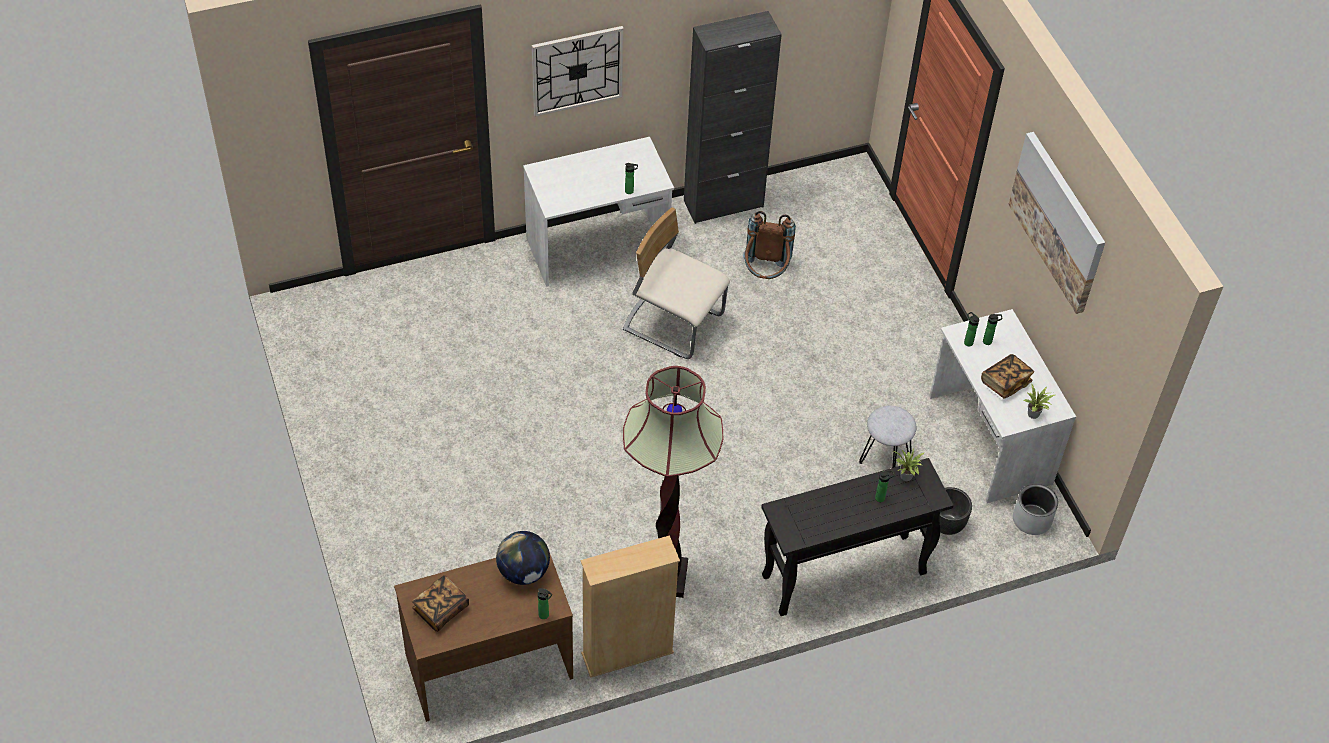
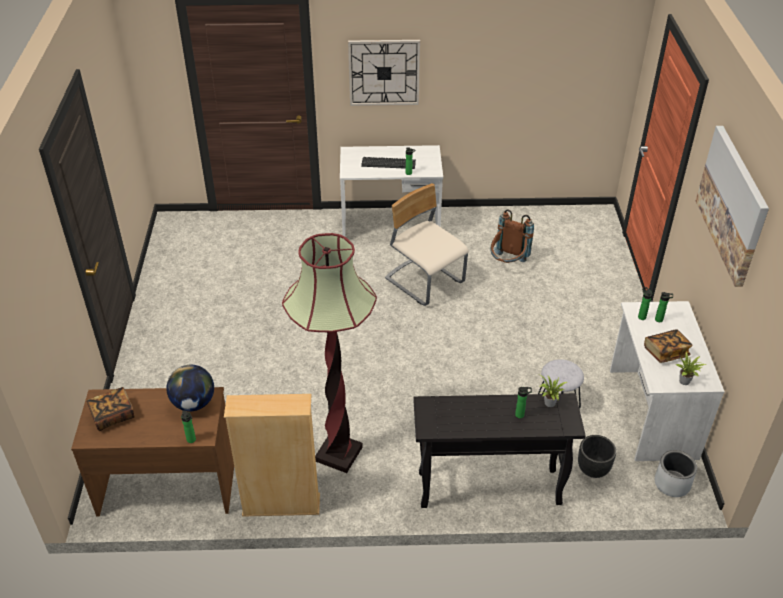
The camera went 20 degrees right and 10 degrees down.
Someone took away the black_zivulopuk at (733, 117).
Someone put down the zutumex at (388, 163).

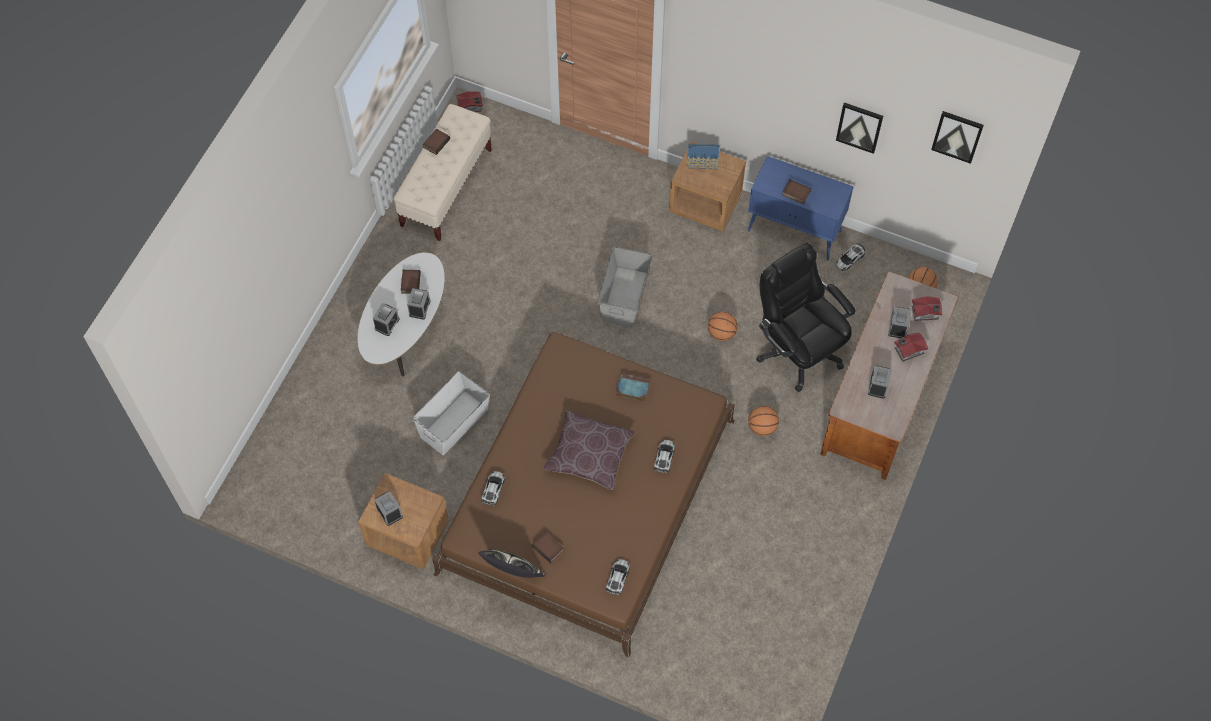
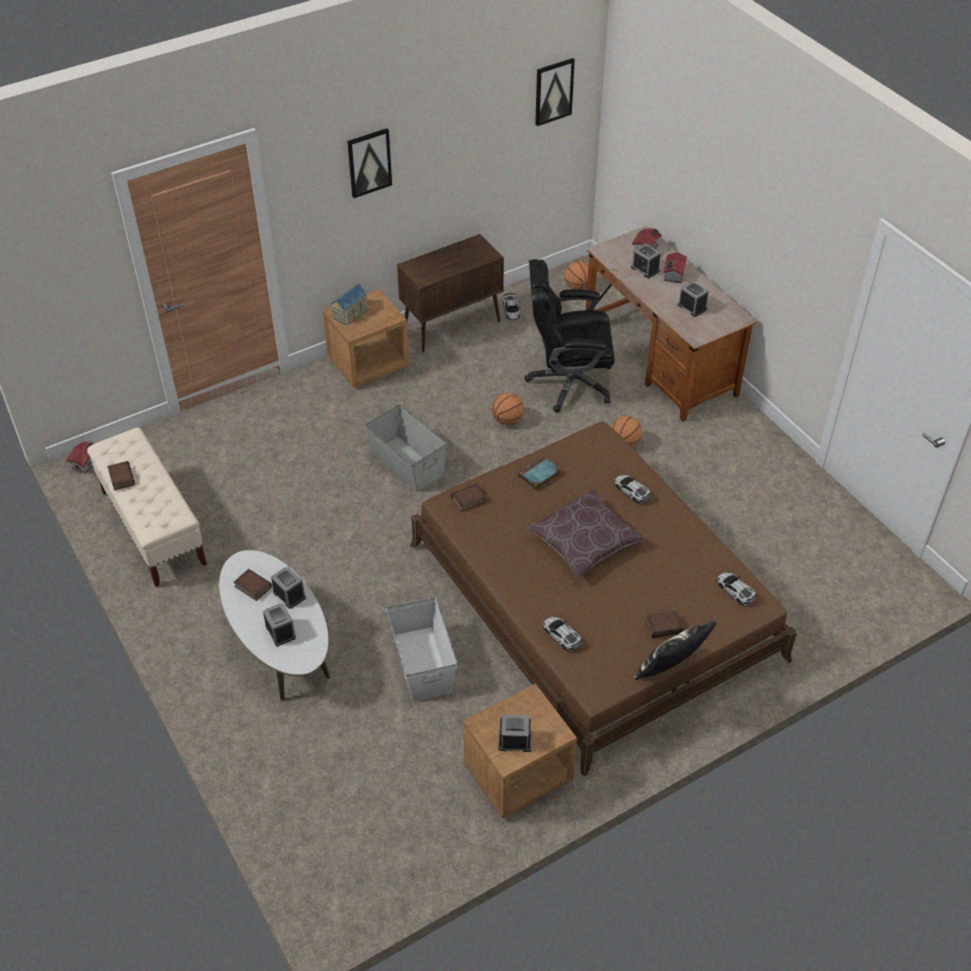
The camera went 55 degrees left and 15 degrees down.
Someone carried the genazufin from (859, 128) to (369, 163).
Someone repainted the blue_zivulopuk at (801, 208), which became the brown_zivulopuk at (450, 293).
Someone carried the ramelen from (796, 191) to (469, 498).

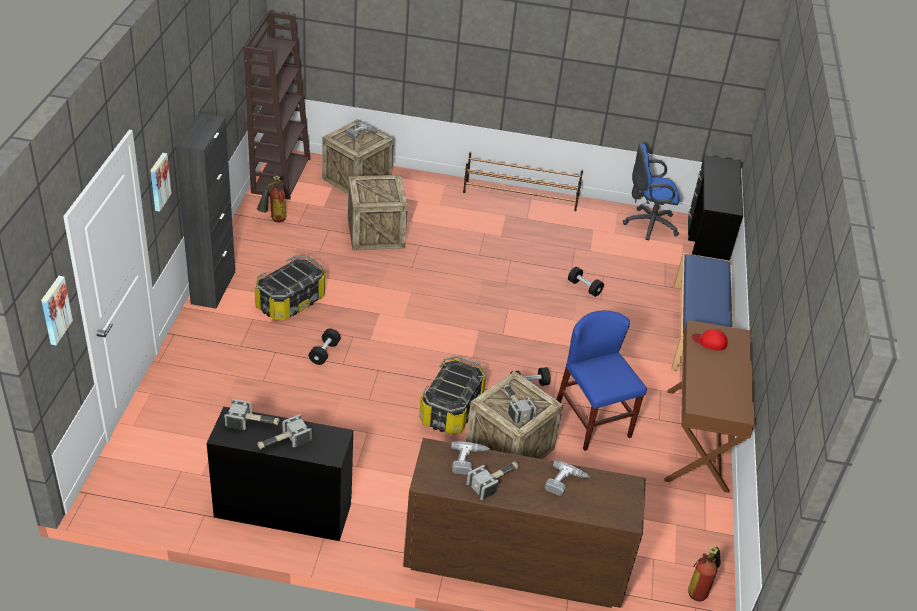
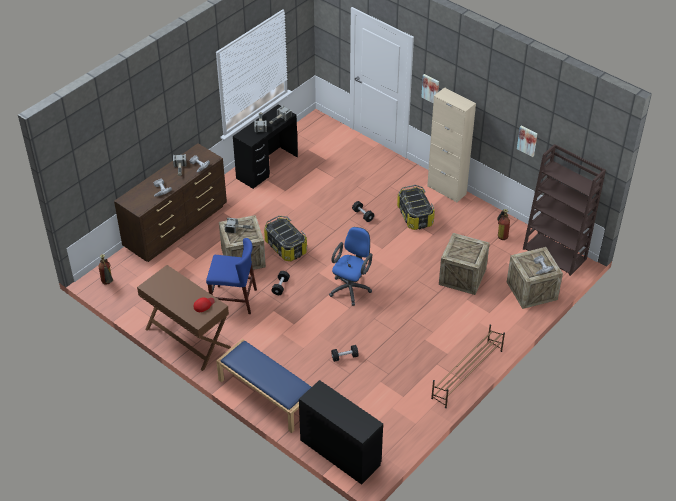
The camera went 125 degrees right and 5 degrees up.
Someone repainted the black_zivulopuk at (205, 211), which became the beige_zivulopuk at (451, 145).
Someone carried the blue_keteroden from (651, 192) to (350, 266).
Someone carried the genazufin from (57, 310) to (527, 141).

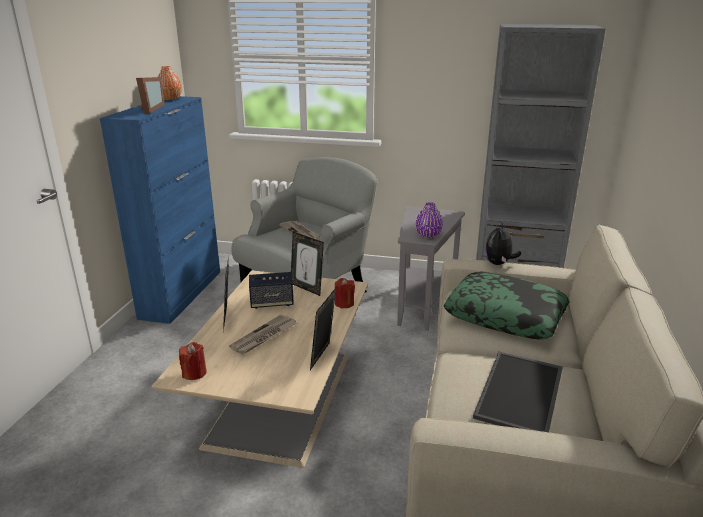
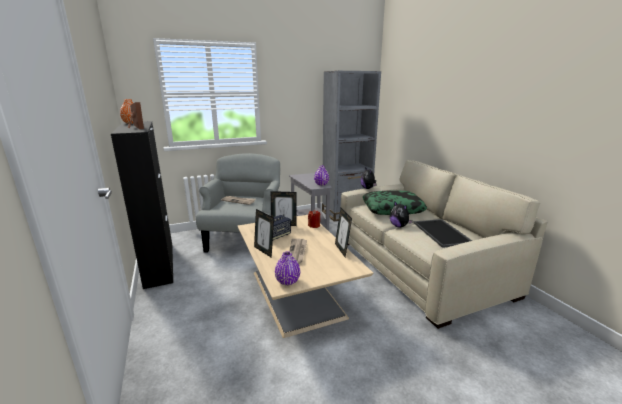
The camera went 35 degrees left and 5 degrees down.
Someone repainted the blue_zivulopuk at (160, 210), which became the black_zivulopuk at (142, 205).
Someone swapped the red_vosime at (193, 361) for the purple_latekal at (287, 268).
Someone put down the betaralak at (401, 214).

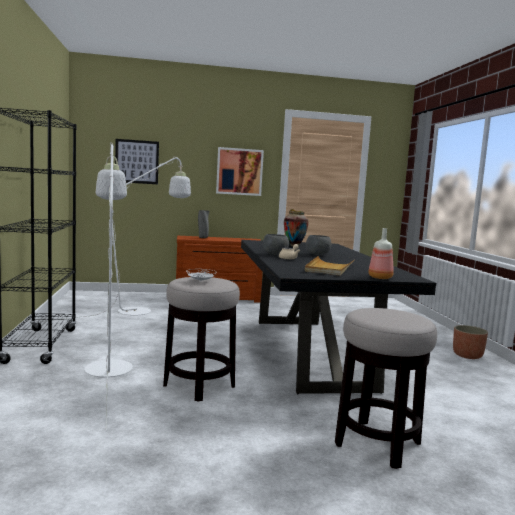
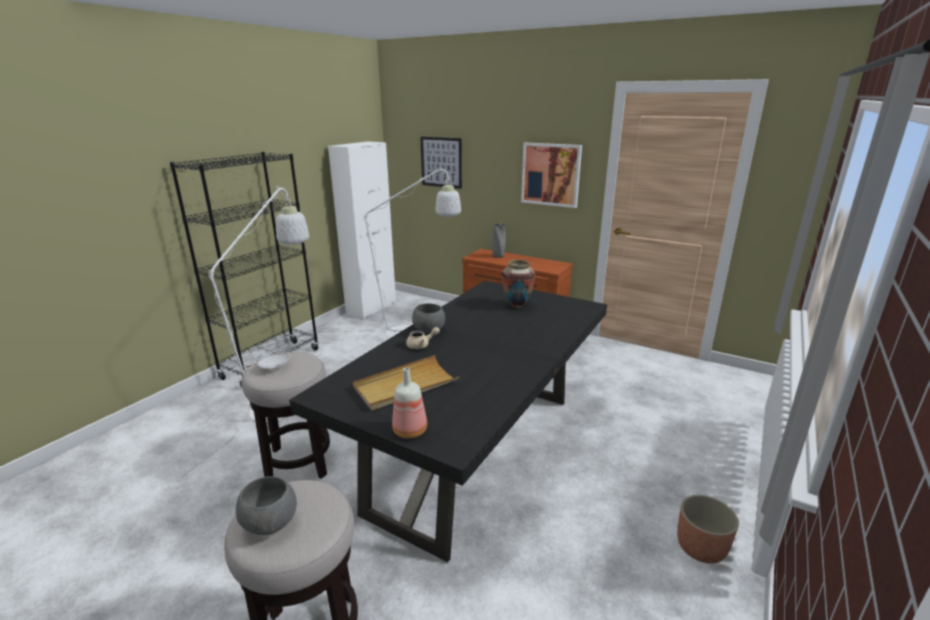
The camera went 40 degrees right and 15 degrees up.
Someone carried the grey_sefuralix from (318, 245) to (266, 505).
Someone put down the white_zivulopuk at (362, 230).

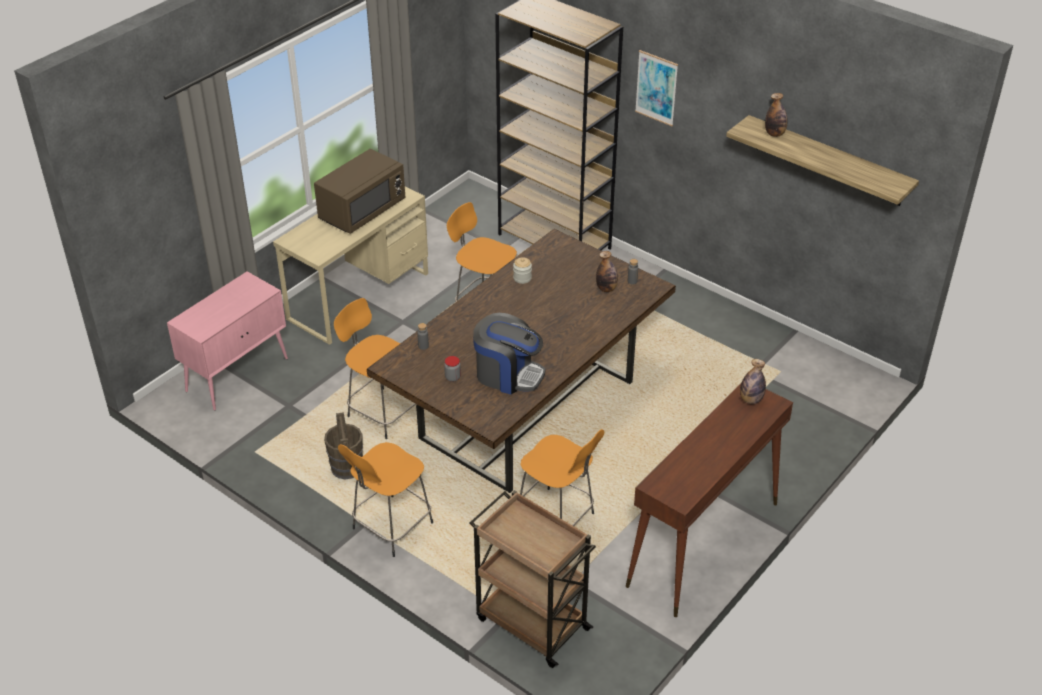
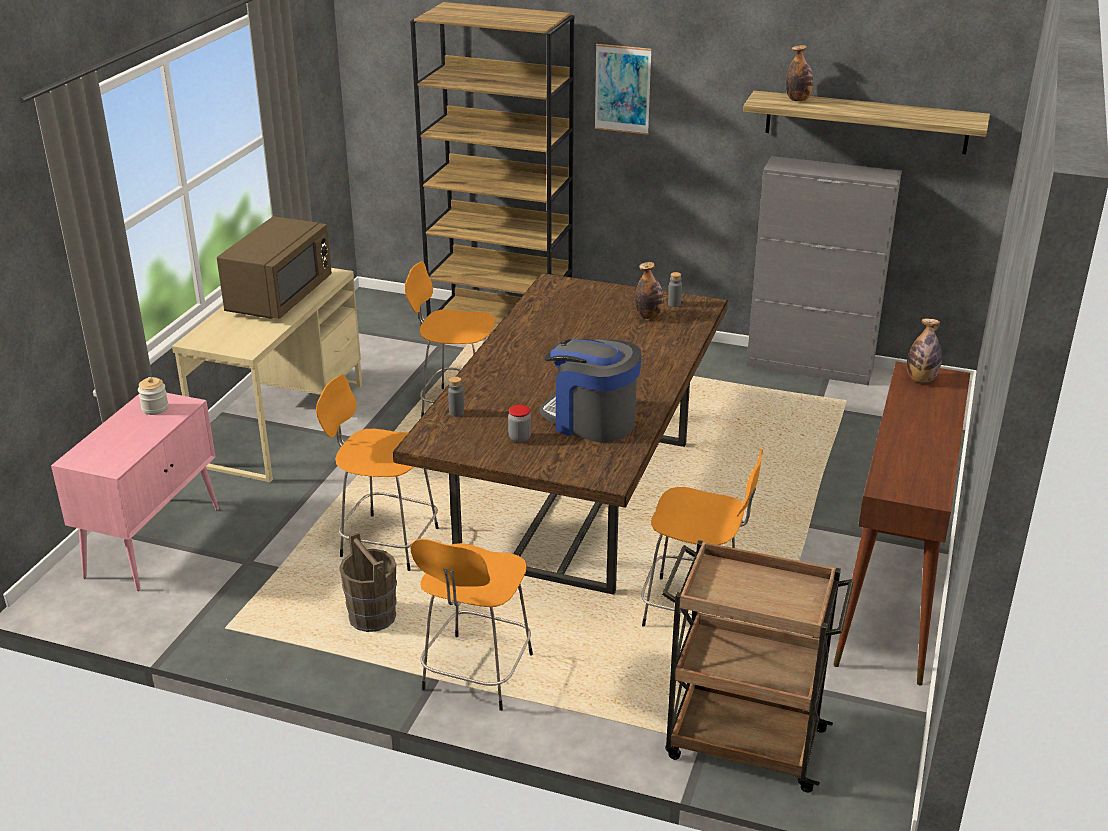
The camera went 20 degrees left and 10 degrees down.
Someone carried the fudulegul from (522, 270) to (153, 396).
Someone rotated the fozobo at (509, 354) by 150 degrees counterclockwise.
Someone put down the grey_zivulopuk at (824, 270).

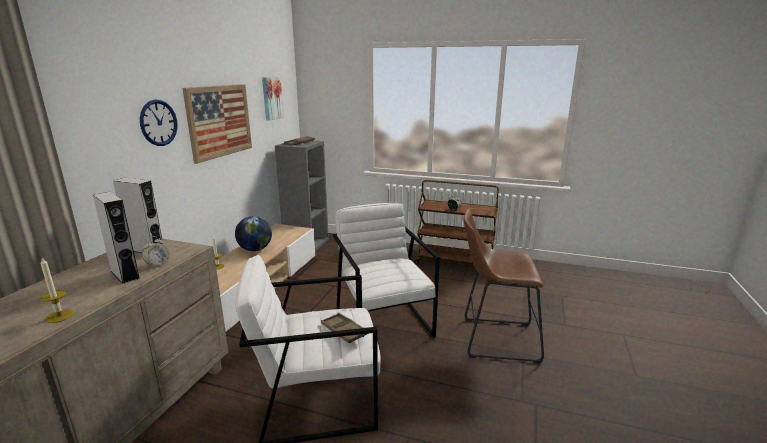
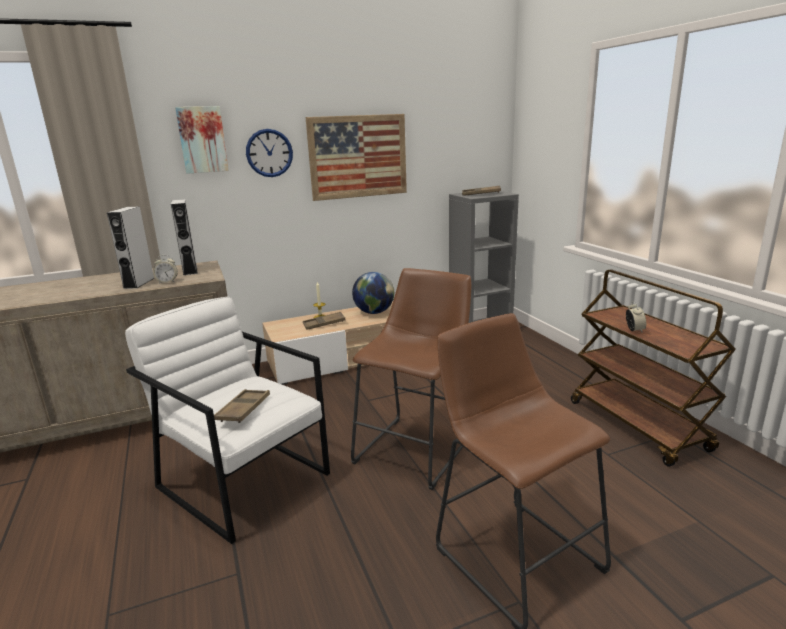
The camera went 50 degrees right and 0 degrees up.
Someone carried the genazufin from (273, 99) to (202, 140).
Someone swapped the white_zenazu at (386, 270) for the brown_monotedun at (411, 379).
Someone took away the vosime at (57, 290).
Someone put down the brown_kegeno at (324, 321).

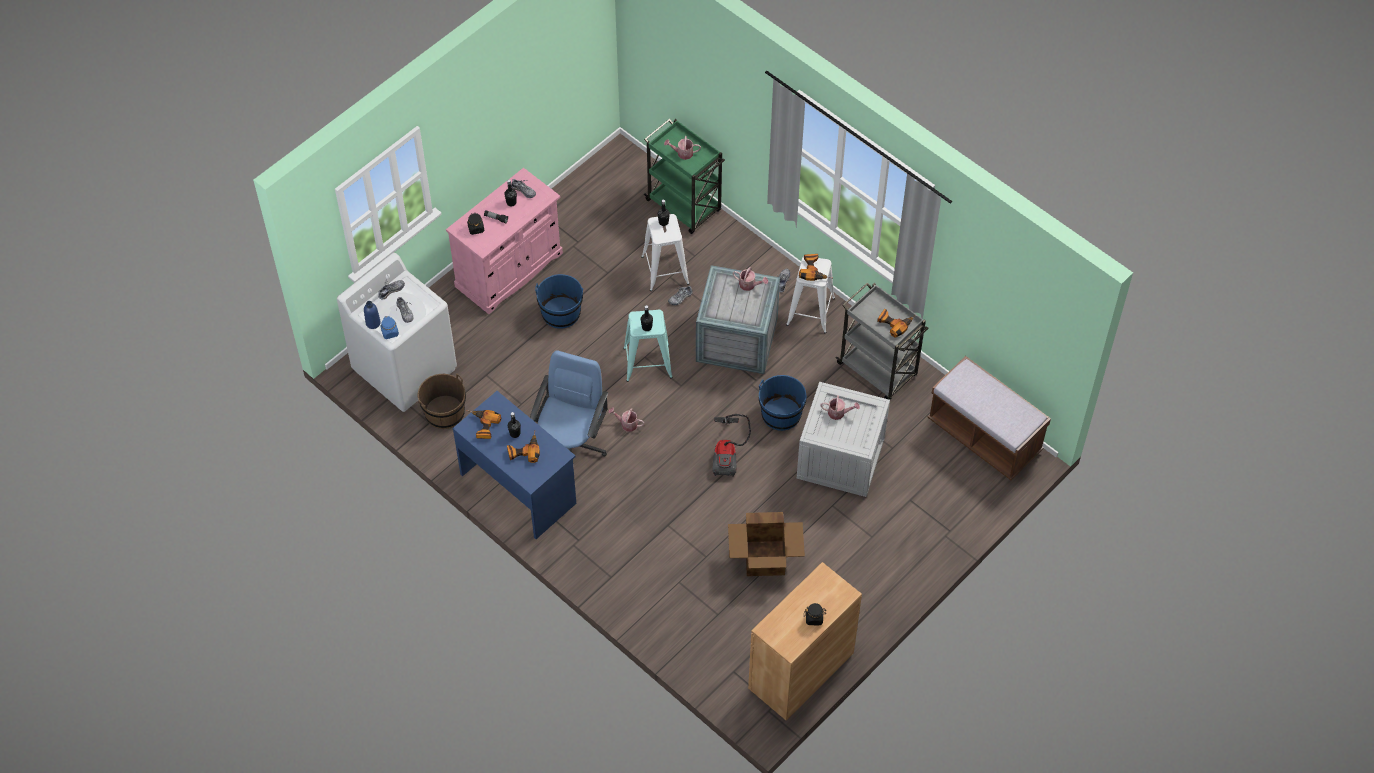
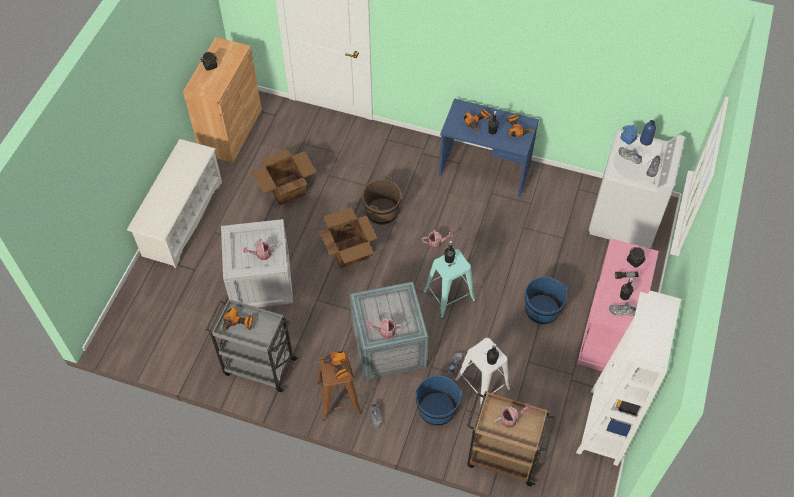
The camera went 155 degrees right and 0 degrees up.
Someone repainted the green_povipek at (684, 176), which became the brown_povipek at (511, 438).
Someone repainted the white_monotedun at (810, 294), which became the brown_monotedun at (339, 387).
Someone took away the blue_keteroden at (569, 403).
Someone took away the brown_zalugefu at (989, 418).
Someone carried the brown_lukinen from (442, 401) to (381, 200).
Someone carried the blue_lukinen from (783, 403) to (438, 400).
Someone swapped the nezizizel at (731, 445) for the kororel at (348, 238).
Someone put down the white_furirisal at (174, 203).
Someone put down the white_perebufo at (628, 378).

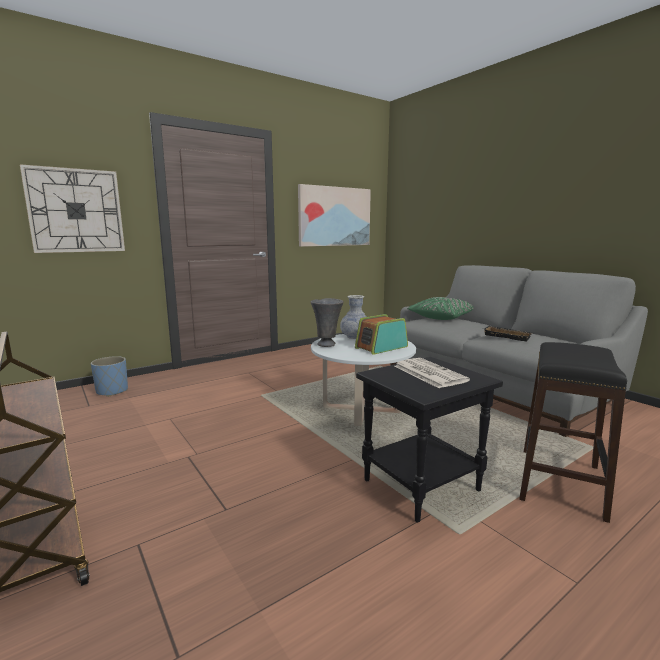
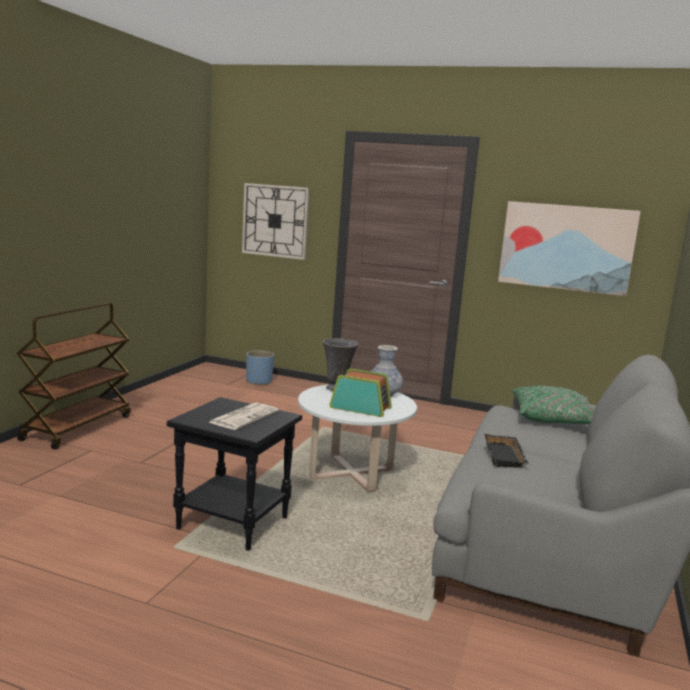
The camera went 55 degrees right and 0 degrees up.
Someone took away the black_monotedun at (573, 432).

